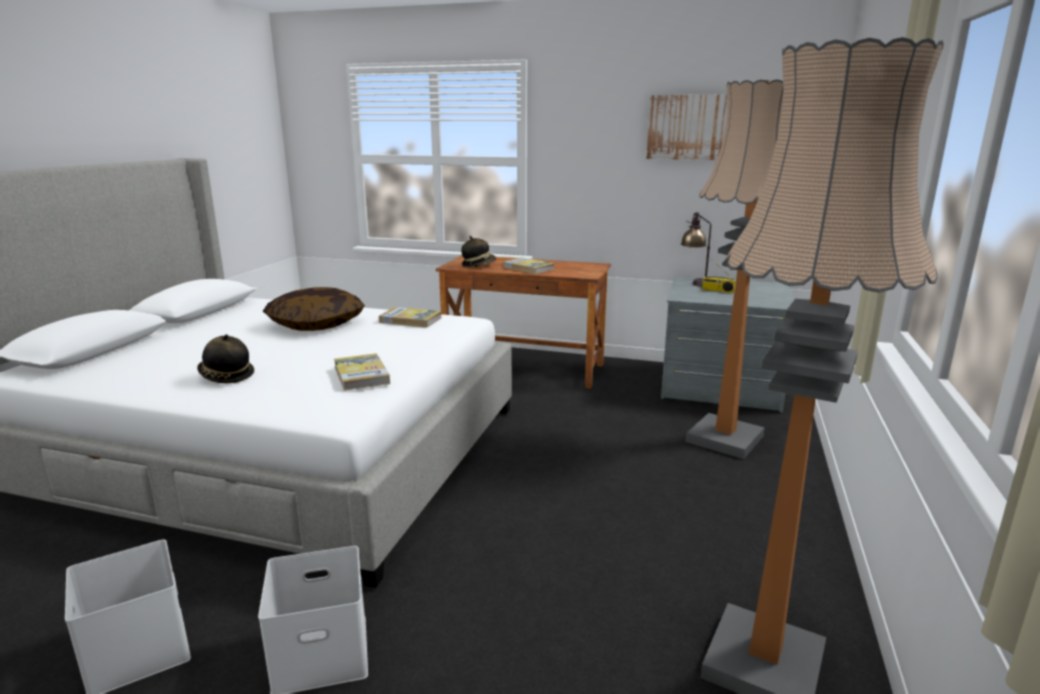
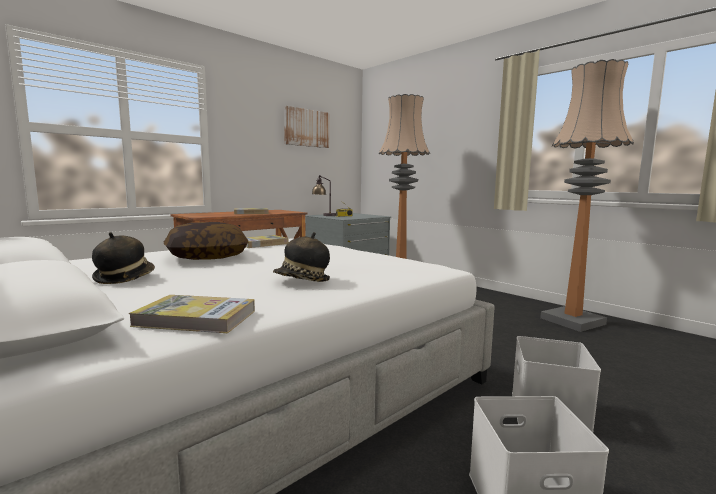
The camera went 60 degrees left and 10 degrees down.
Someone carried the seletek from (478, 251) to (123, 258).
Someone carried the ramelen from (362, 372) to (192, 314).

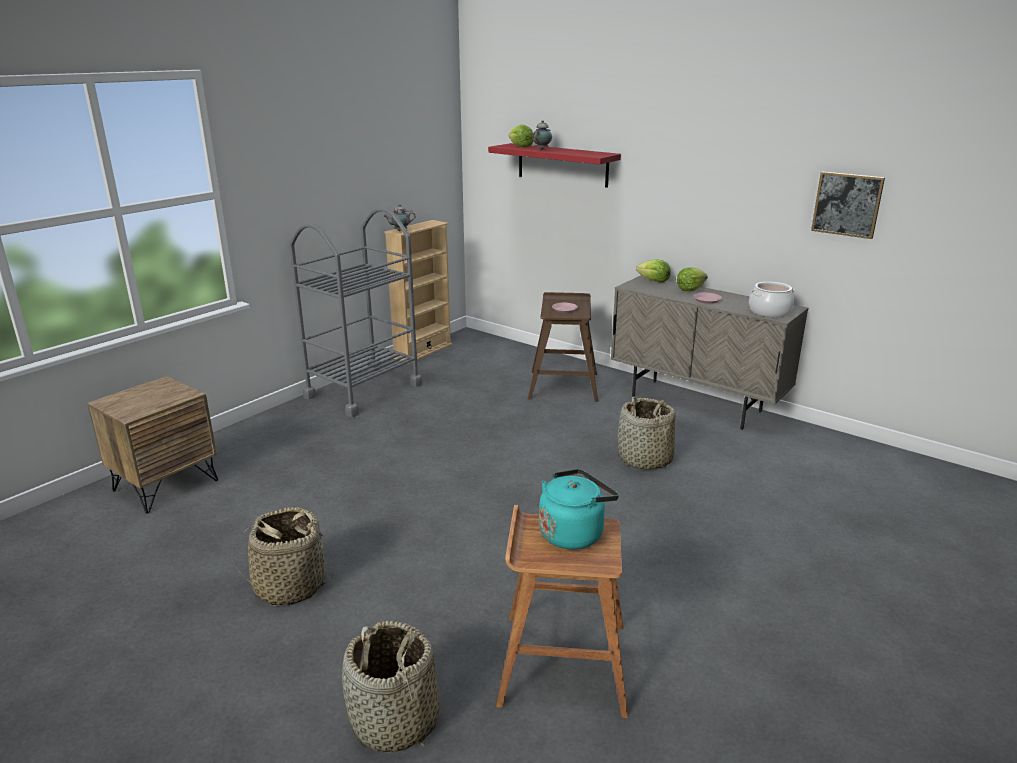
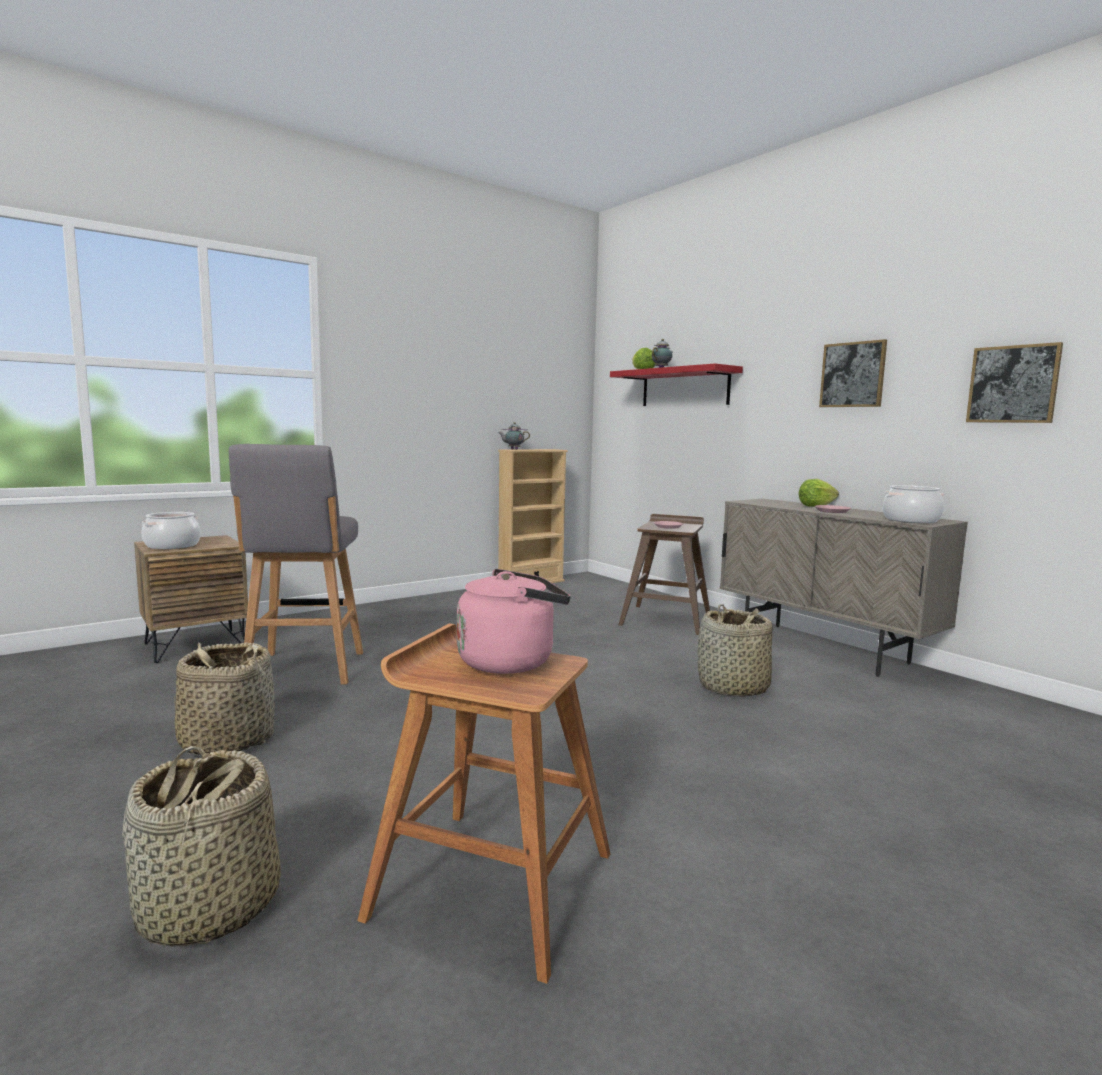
The camera went 15 degrees right and 15 degrees down.
Someone took away the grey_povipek at (355, 312).
Someone took away the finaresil at (653, 270).
Someone repainted the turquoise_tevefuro at (579, 509), which became the pink_tevefuro at (513, 621).
Someone put up the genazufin at (853, 373).
Someone put down the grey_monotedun at (296, 564).
Someone put down the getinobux at (171, 530).

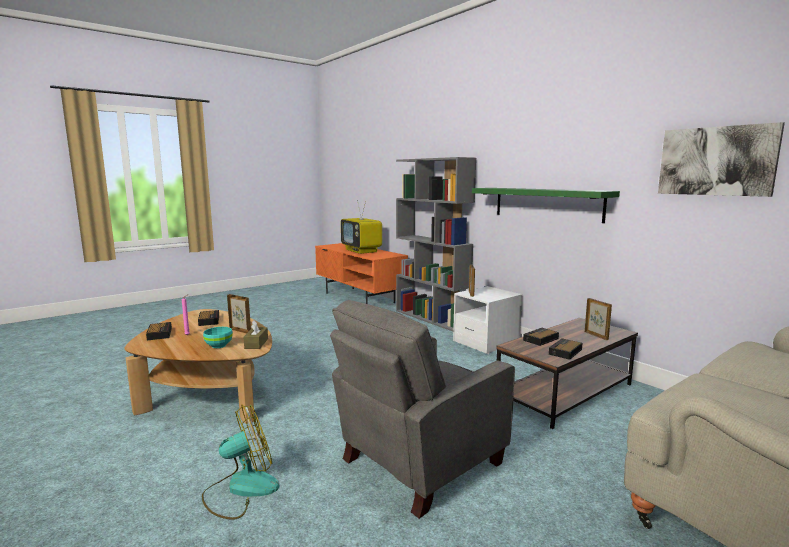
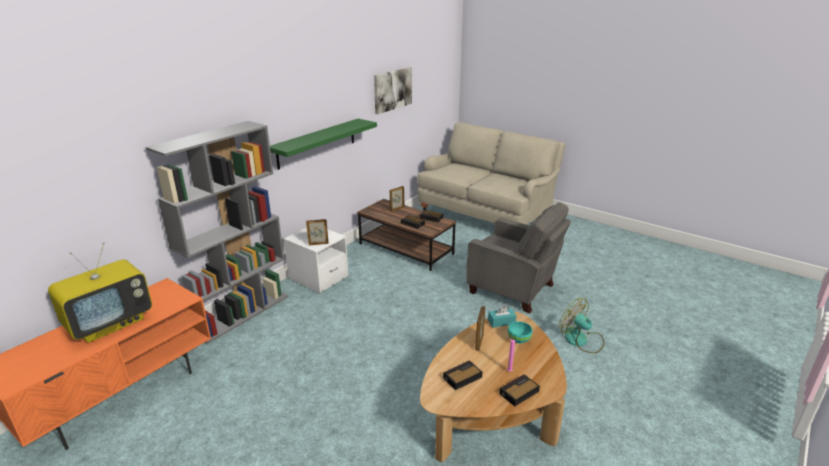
The camera went 105 degrees left and 15 degrees up.
Someone repainted the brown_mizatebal at (256, 334), which became the turquoise_mizatebal at (502, 316).

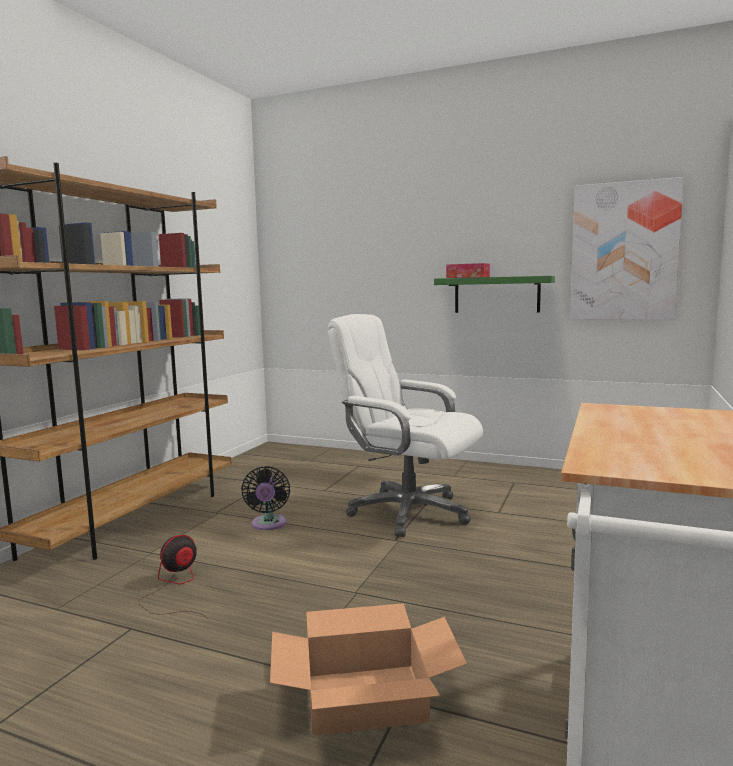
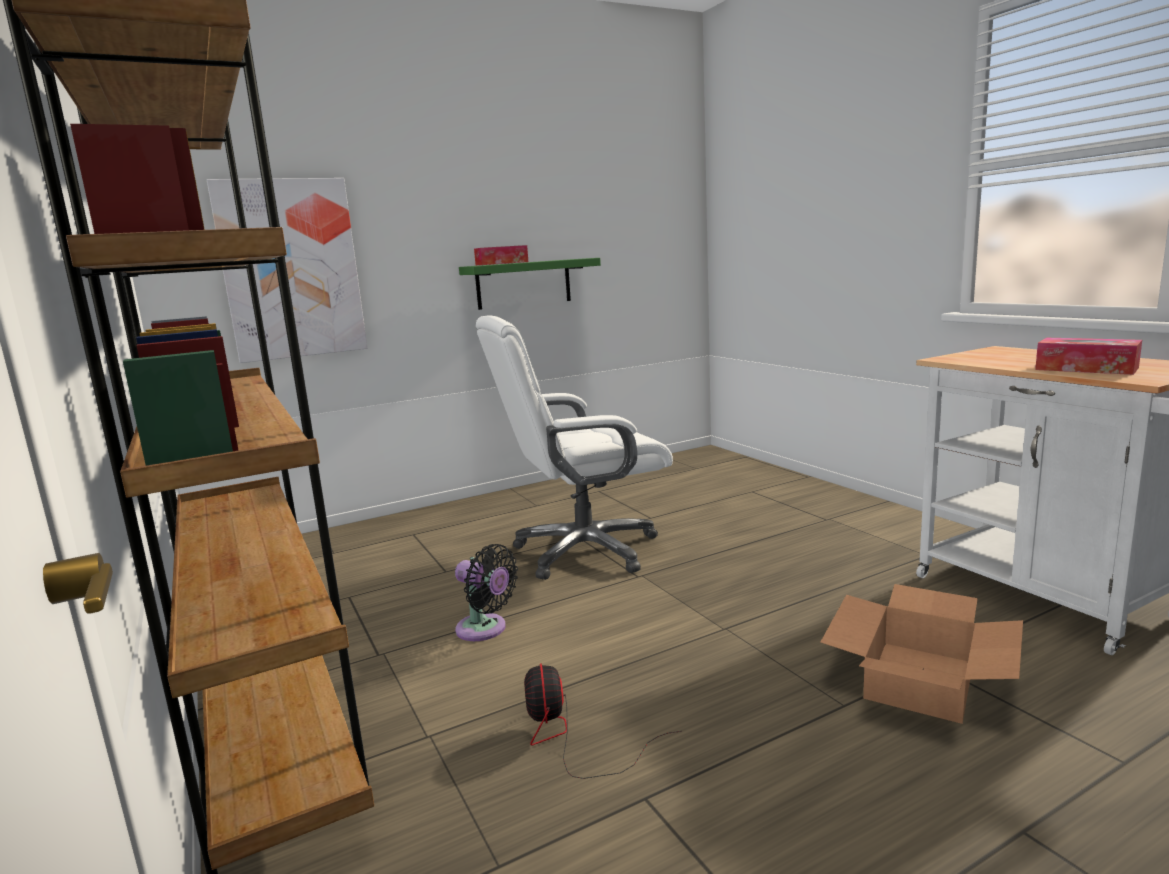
The camera went 50 degrees left and 5 degrees up.
Someone carried the genazufin from (627, 248) to (287, 270).
Someone put down the mizatebal at (1088, 356).

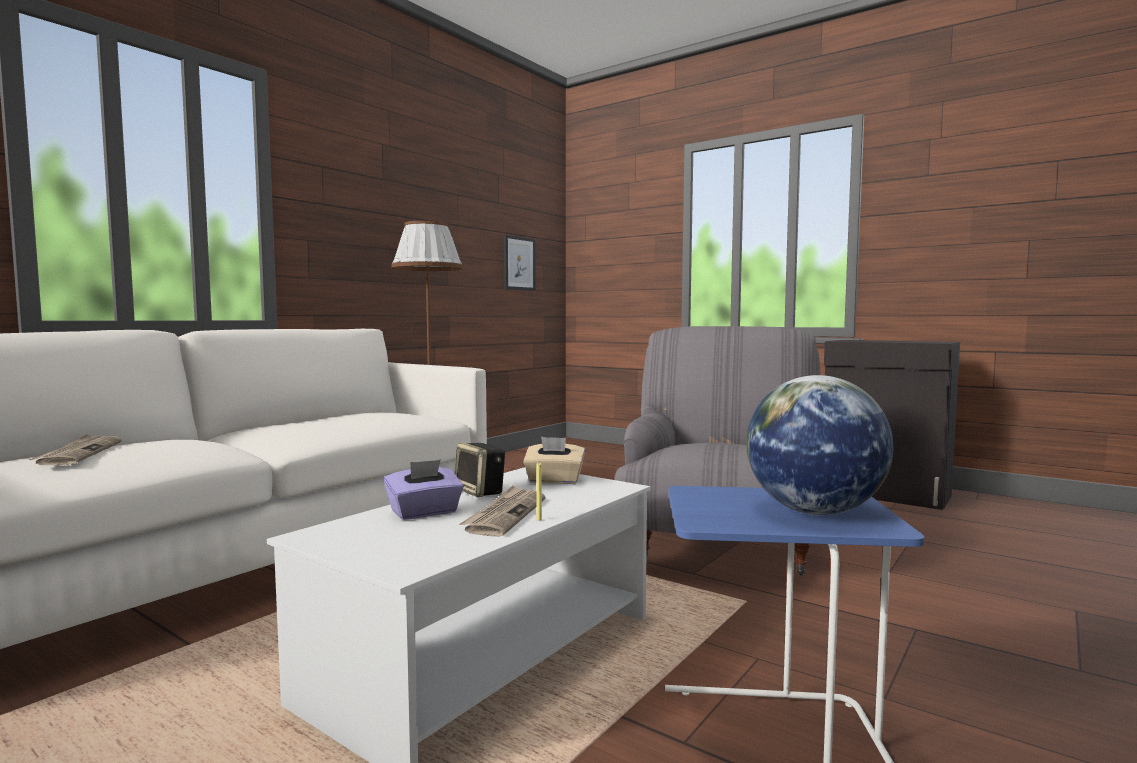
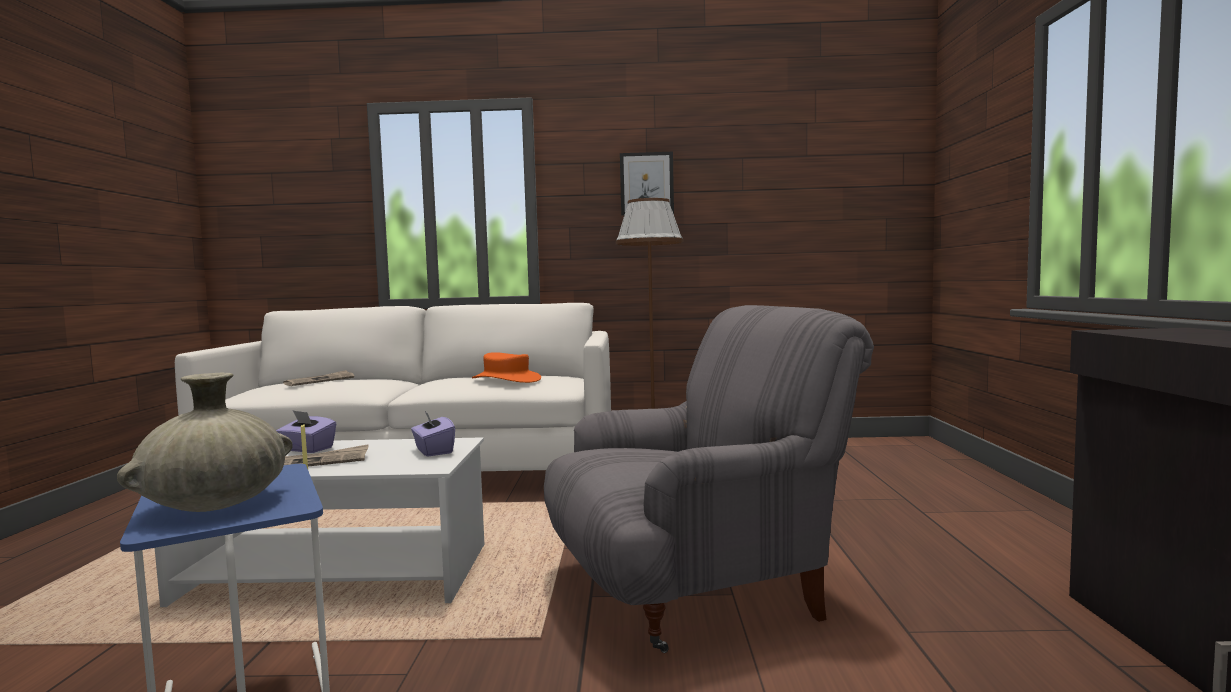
The camera went 55 degrees right and 0 degrees up.
Someone carried the genazufin from (520, 263) to (647, 184).
Someone swapped the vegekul at (819, 445) for the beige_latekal at (205, 442).
Someone repainted the beige_mizatebal at (554, 460), which became the purple_mizatebal at (433, 434).
Someone took away the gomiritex at (480, 470).
Someone put down the orange_seletek at (506, 367).

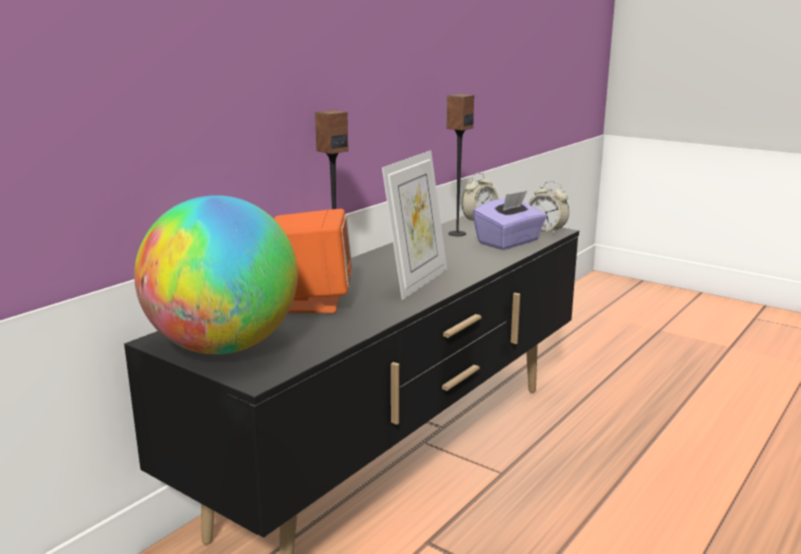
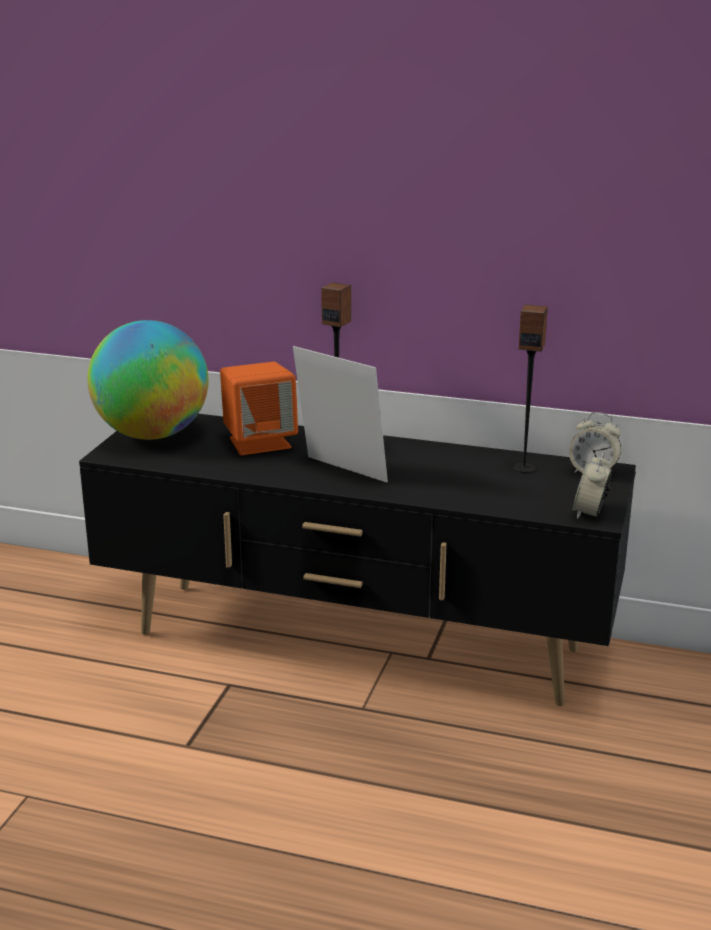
The camera went 70 degrees right and 5 degrees up.
Someone rotated the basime at (414, 225) by 150 degrees counterclockwise.
Someone took away the purple_mizatebal at (510, 220).

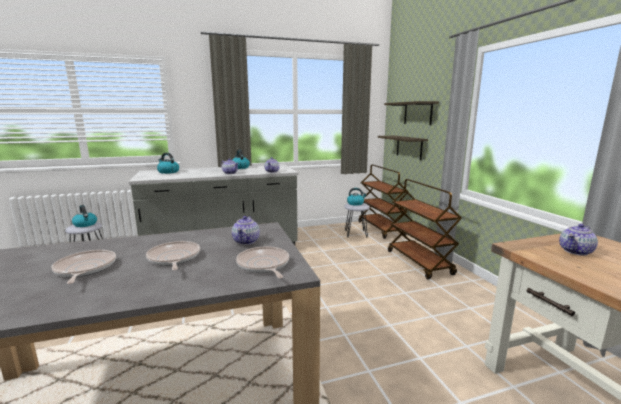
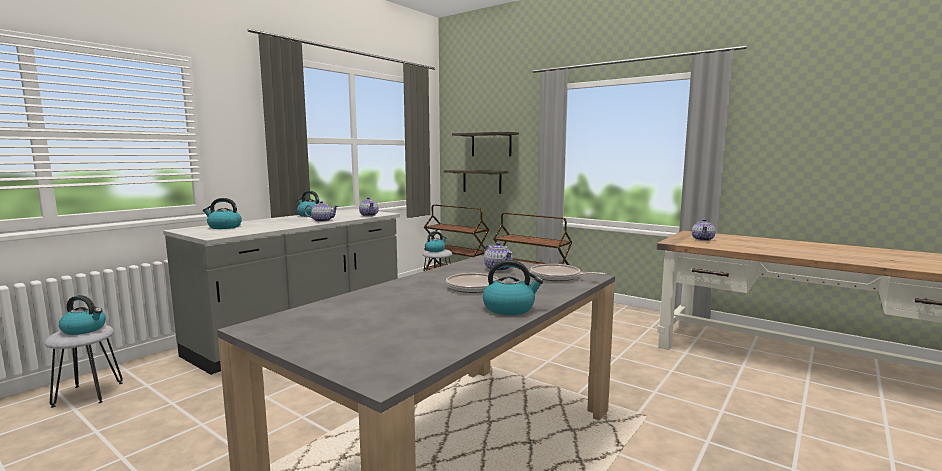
The camera went 35 degrees left and 5 degrees down.
Someone took away the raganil at (84, 267).
Someone put down the tevefuro at (513, 287).

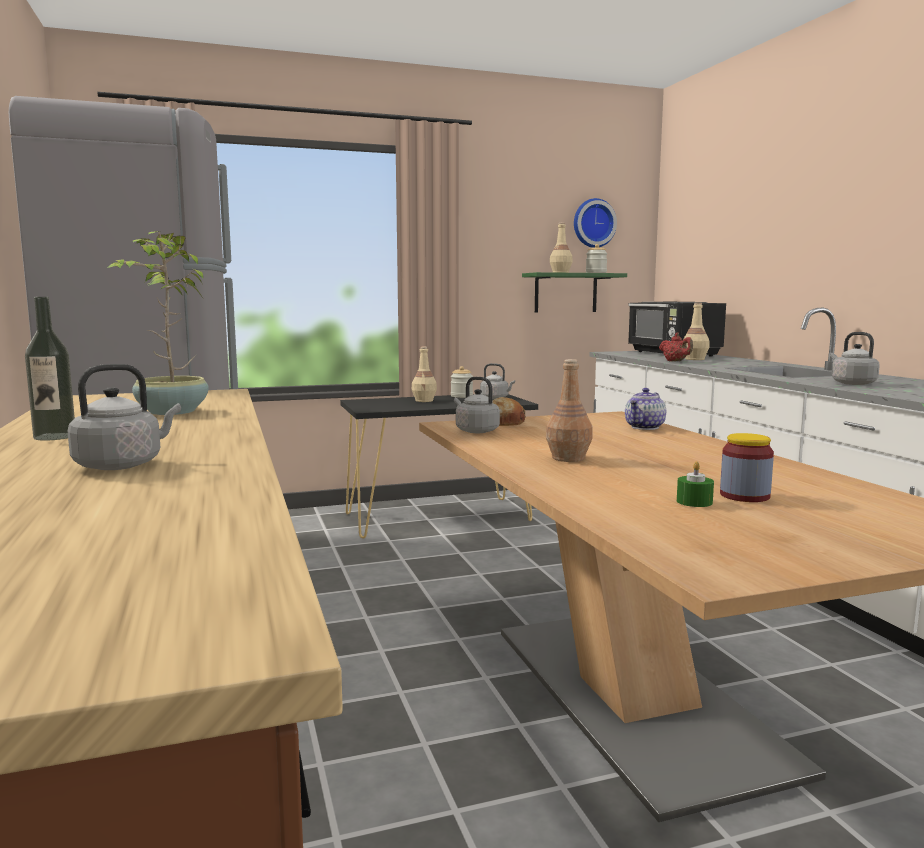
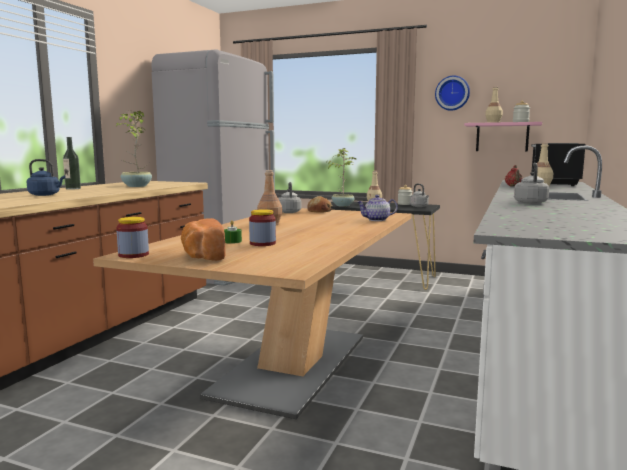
The camera went 40 degrees right and 0 degrees up.
Someone carried the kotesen from (595, 223) to (452, 93).
Someone repainted the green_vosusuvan at (574, 292), which became the pink_vosusuvan at (503, 137).
Someone repainted the grey_tevefuro at (124, 417), which became the blue_tevefuro at (46, 177).
Someone put down the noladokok at (342, 177).
Someone put down the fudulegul at (132, 237).
Someone put down the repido at (203, 239).

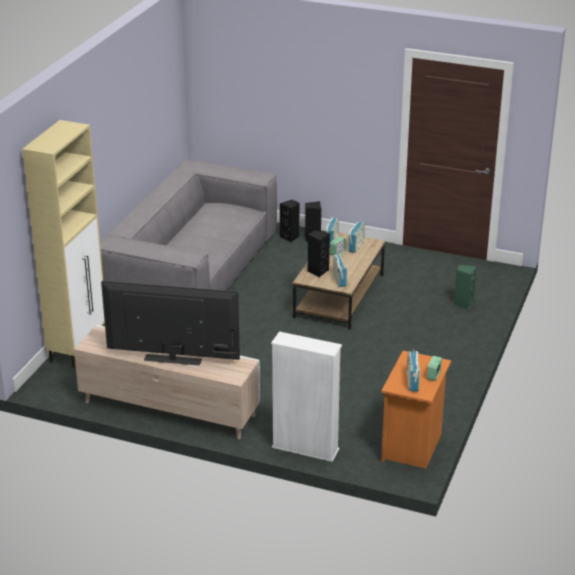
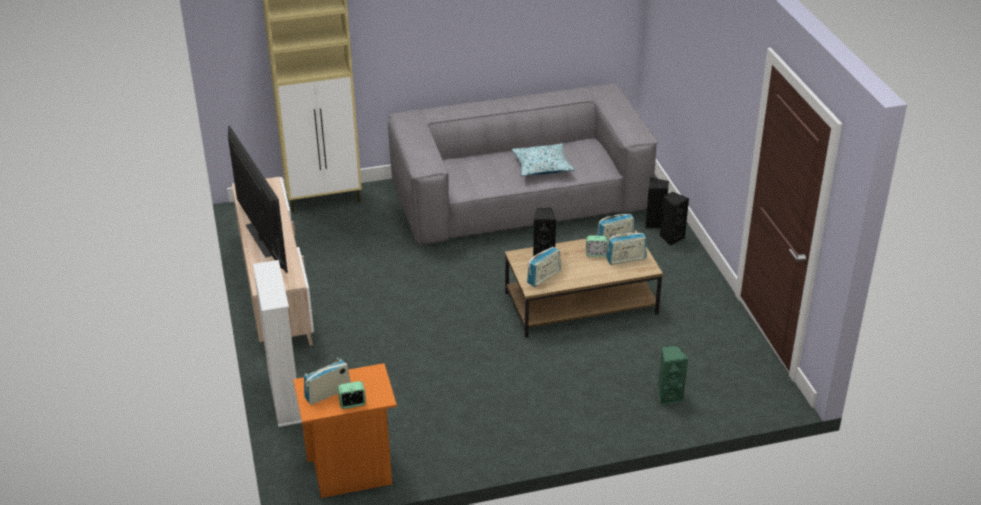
The camera went 55 degrees right and 5 degrees up.
Someone put down the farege at (543, 159).

